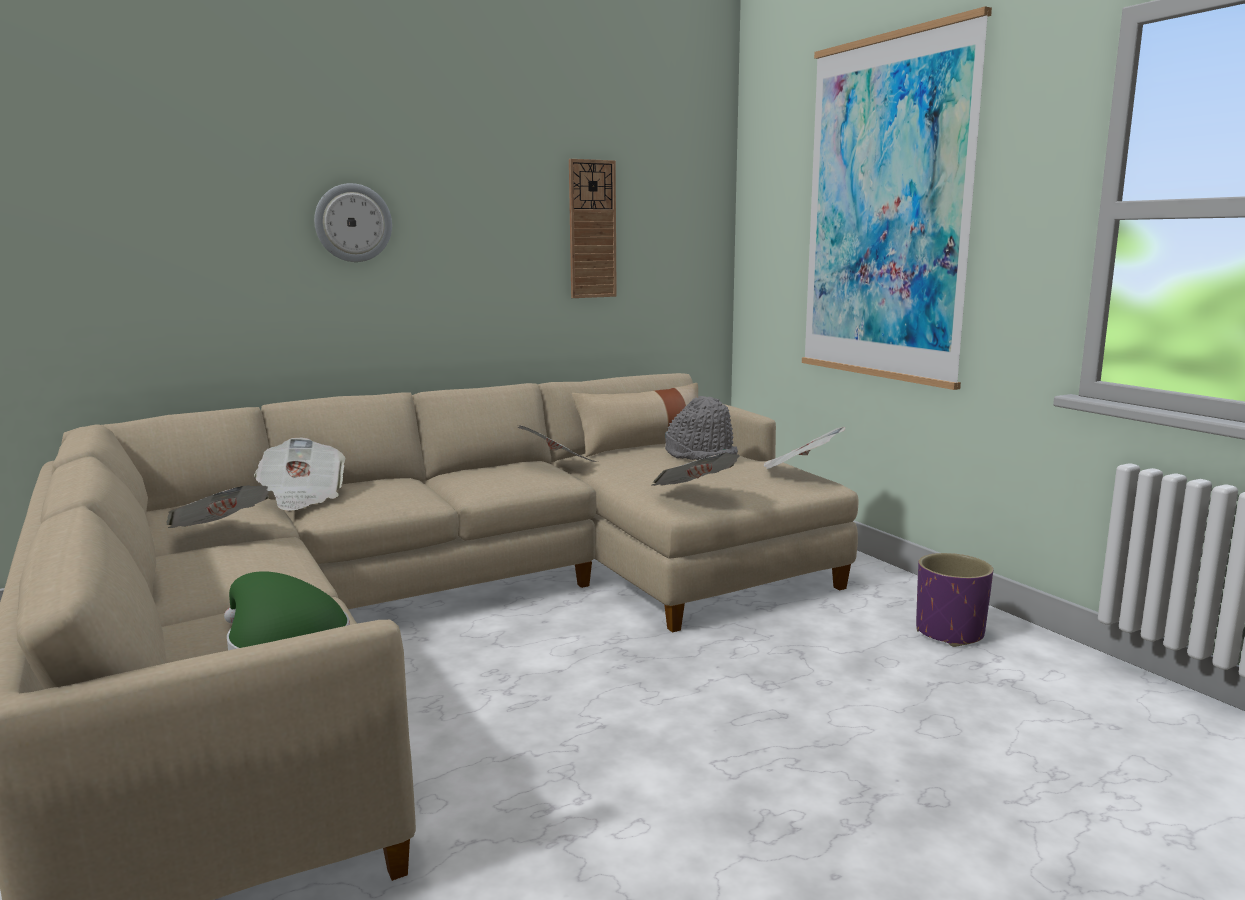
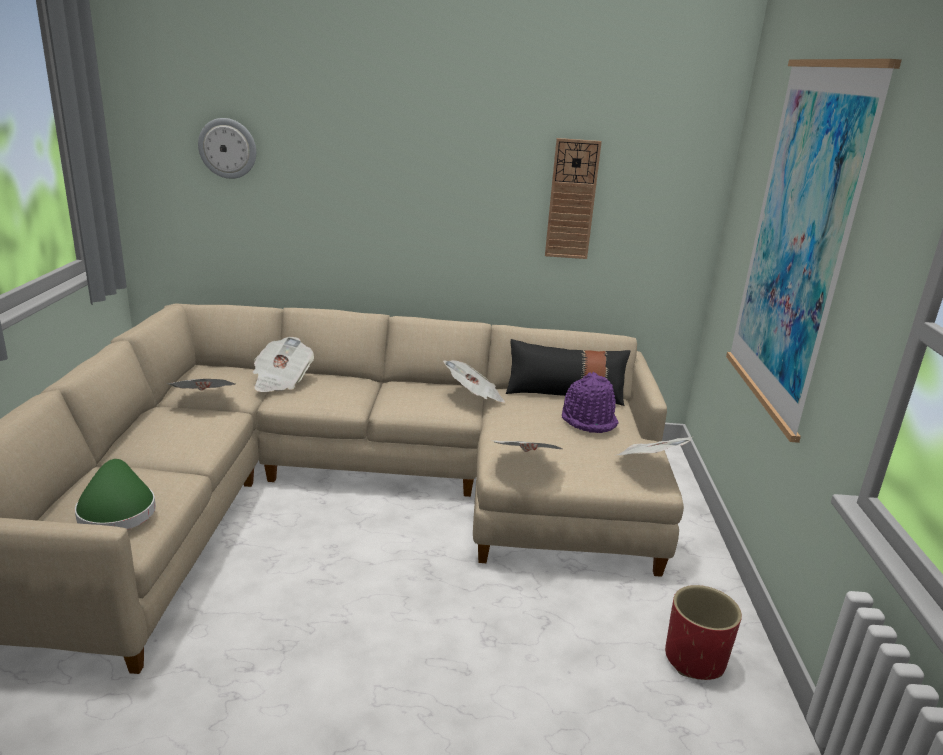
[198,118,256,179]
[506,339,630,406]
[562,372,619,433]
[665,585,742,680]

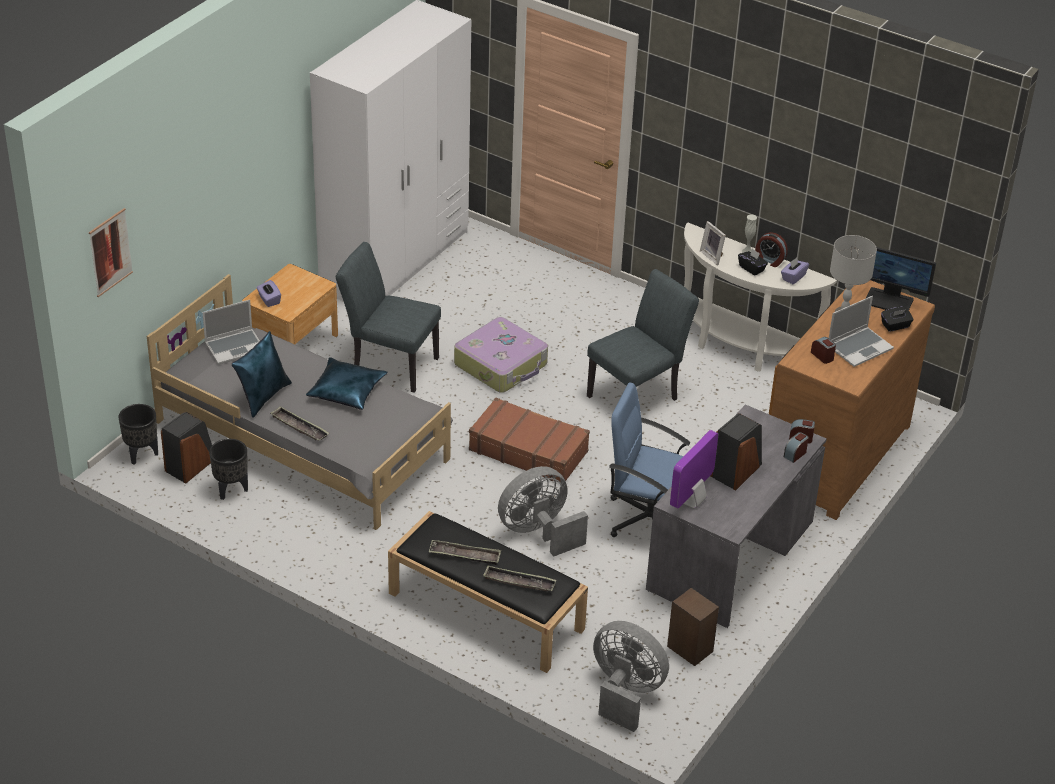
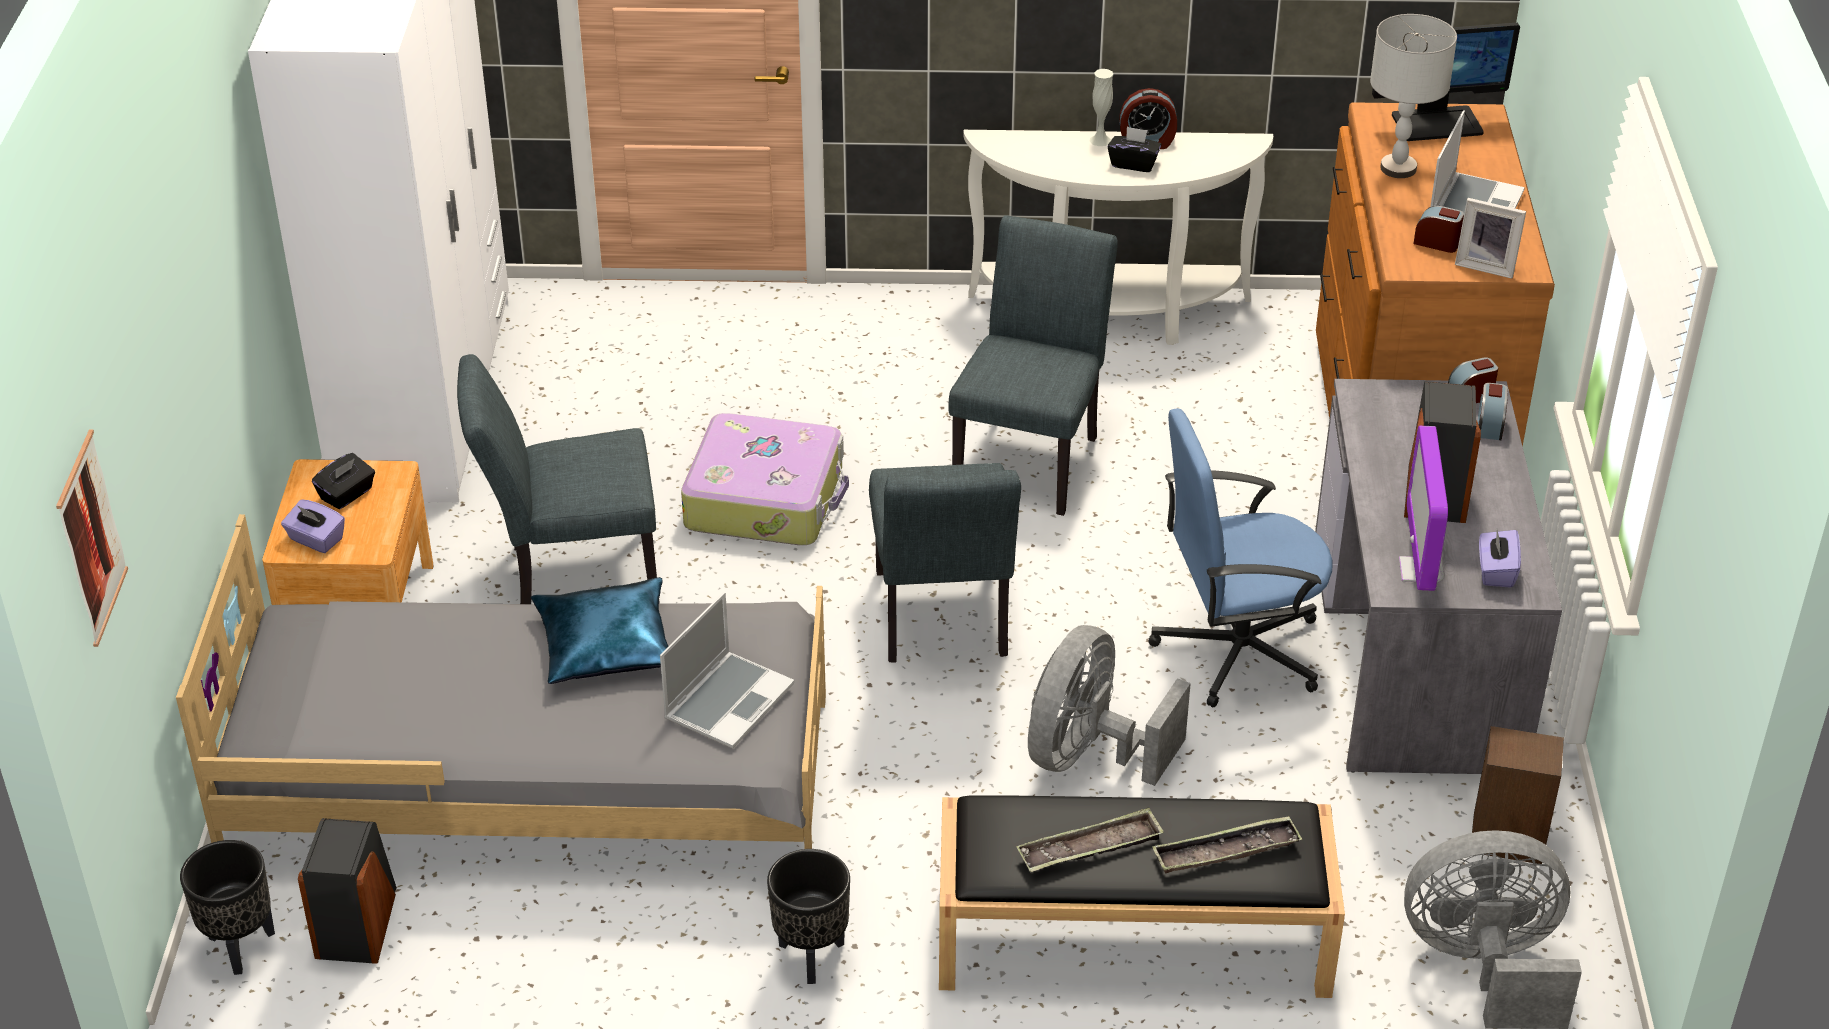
[660,592,795,749]
[767,849,850,984]
[232,331,292,418] (first image)
[270,406,329,441] (first image)
[869,463,1021,663]
[1455,198,1526,279]
[1479,530,1521,588]
[312,453,375,509]

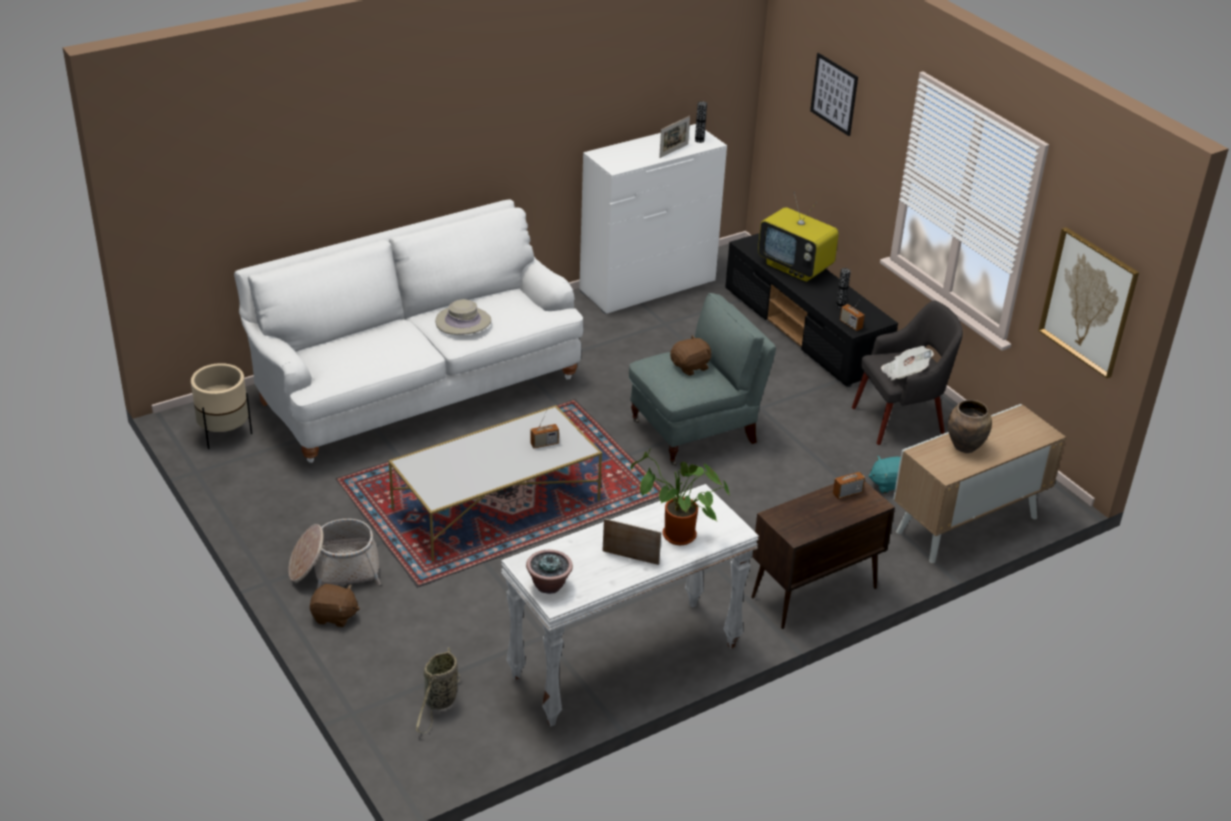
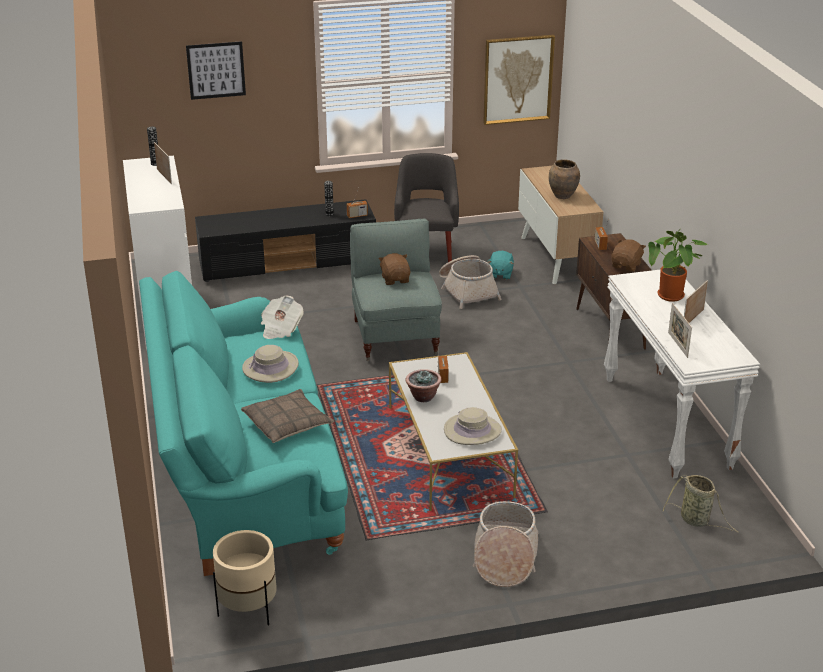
[139,271,348,576]
[611,239,646,272]
[406,369,442,402]
[758,192,839,282] (first image)
[261,296,304,339]
[241,389,334,443]
[439,255,502,309]
[444,407,502,445]
[668,303,692,358]

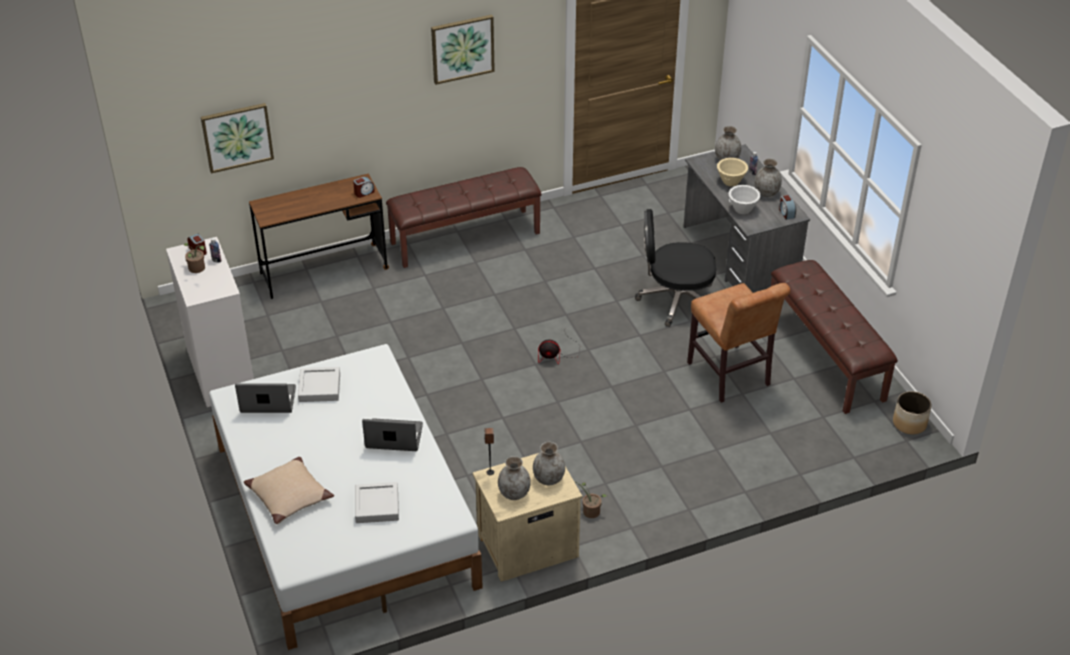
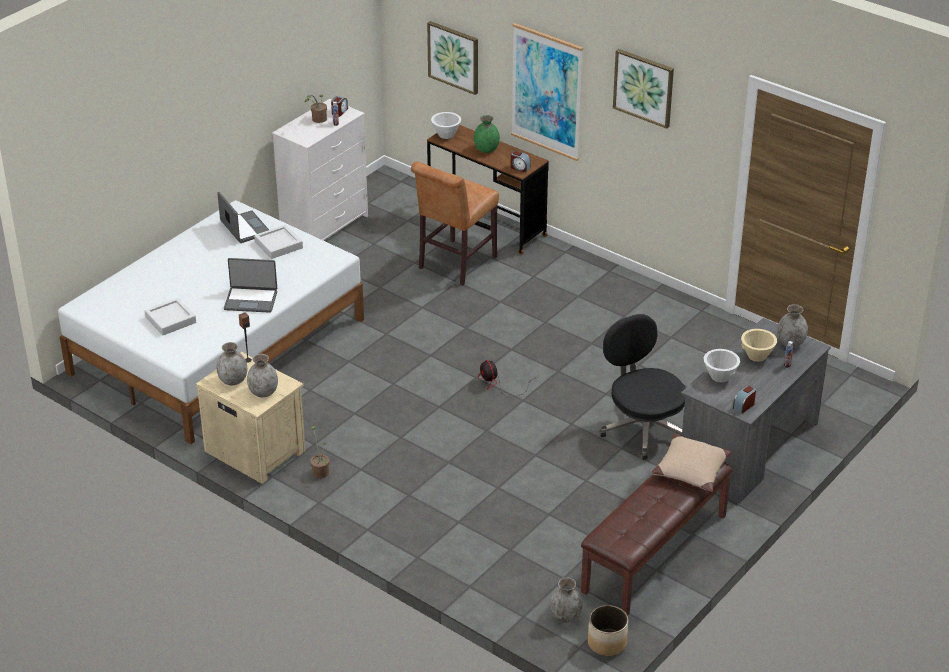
[652,433,731,492]
[224,258,277,313]
[386,167,542,268] (first image)
[411,161,499,286]
[550,578,583,623]
[431,112,461,139]
[474,115,500,153]
[511,23,583,161]

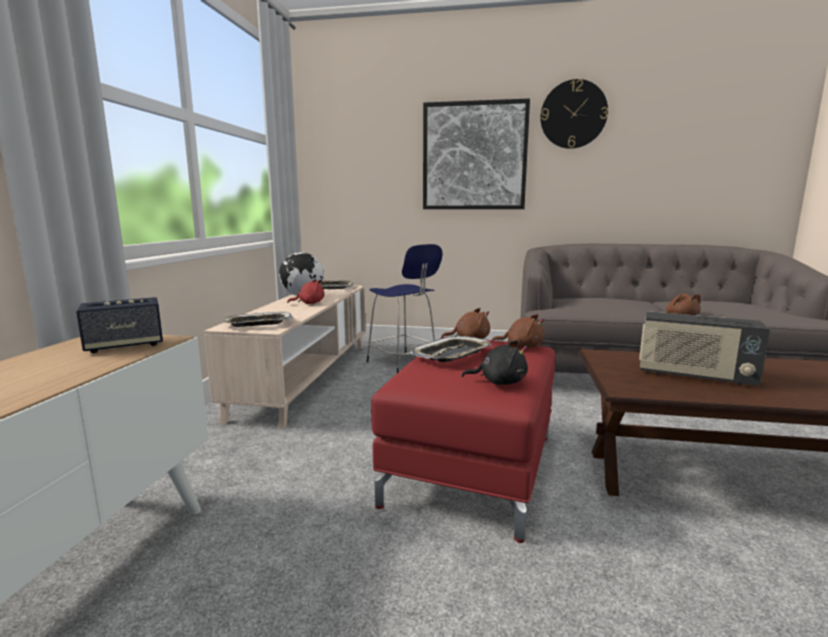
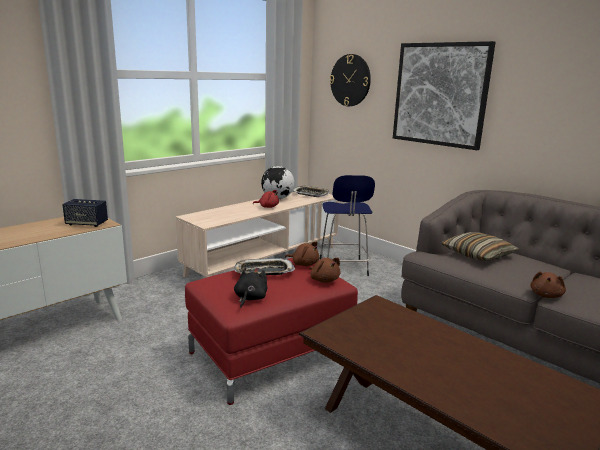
[222,312,293,327] (first image)
[234,267,267,308]
[330,54,371,106]
[639,311,770,386] (first image)
[441,232,519,261]

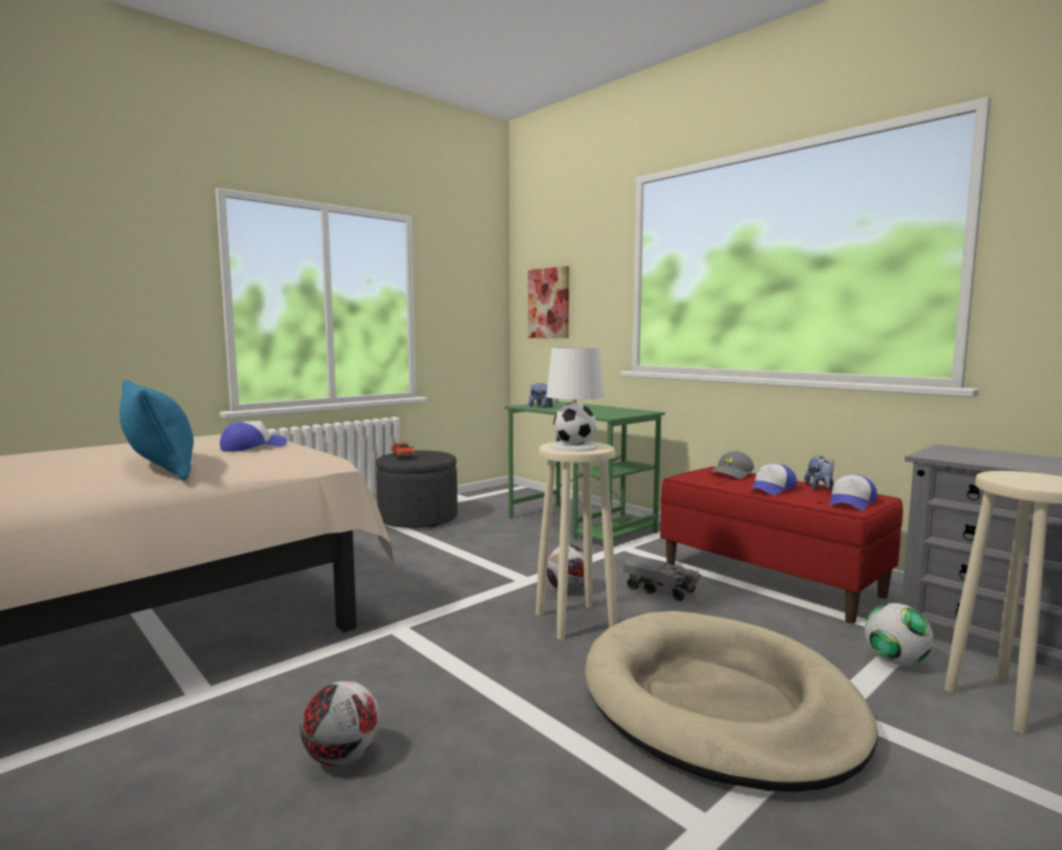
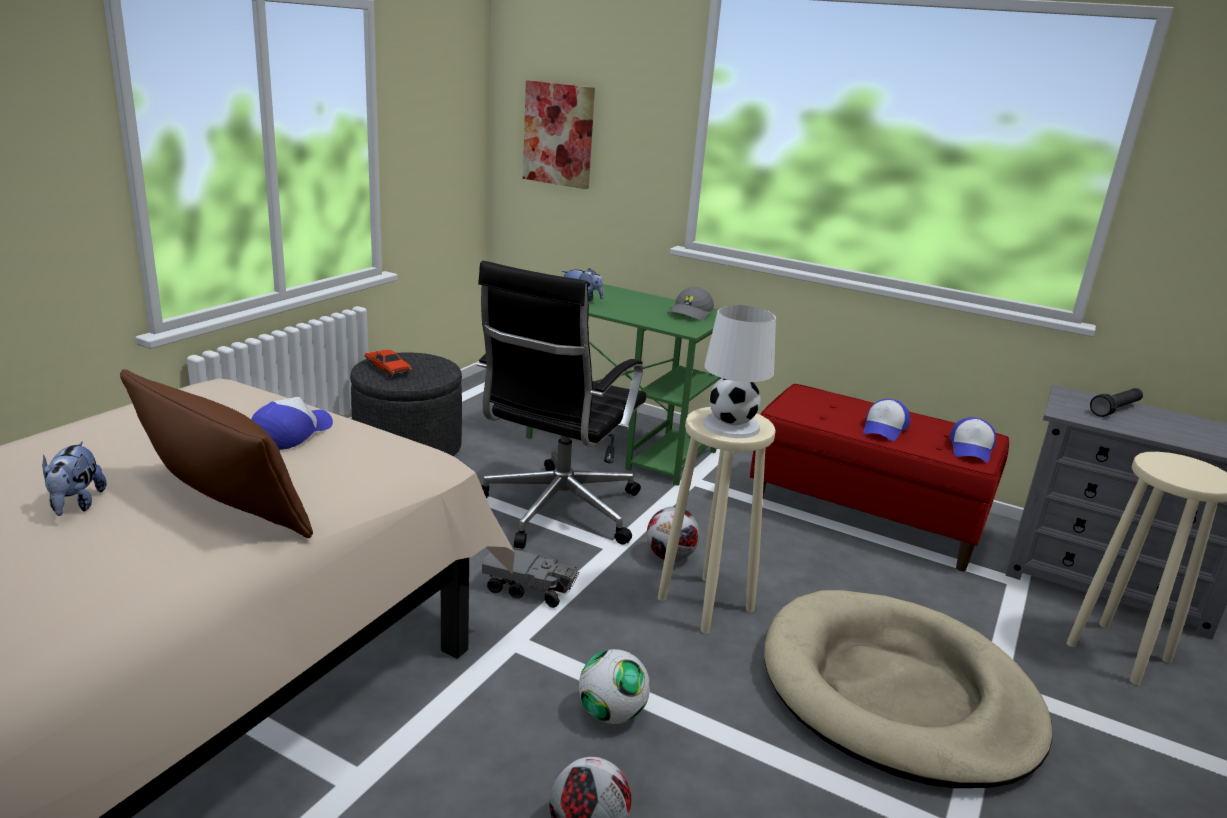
[120,369,313,538]
[482,549,579,608]
[667,287,714,321]
[43,441,107,516]
[579,649,650,724]
[477,261,647,549]
[1090,388,1143,417]

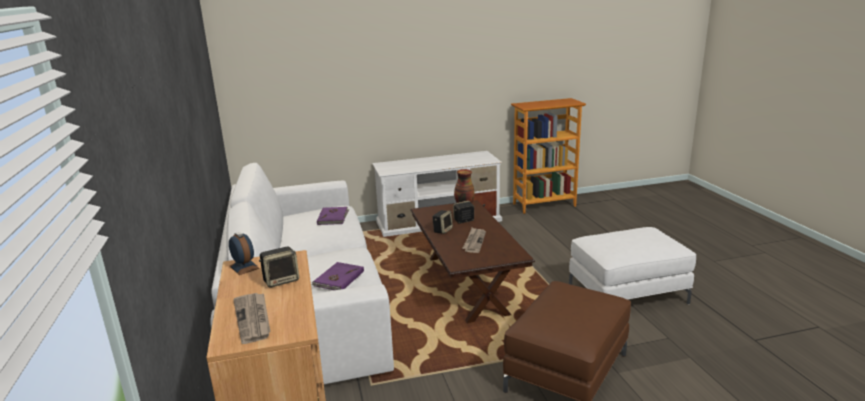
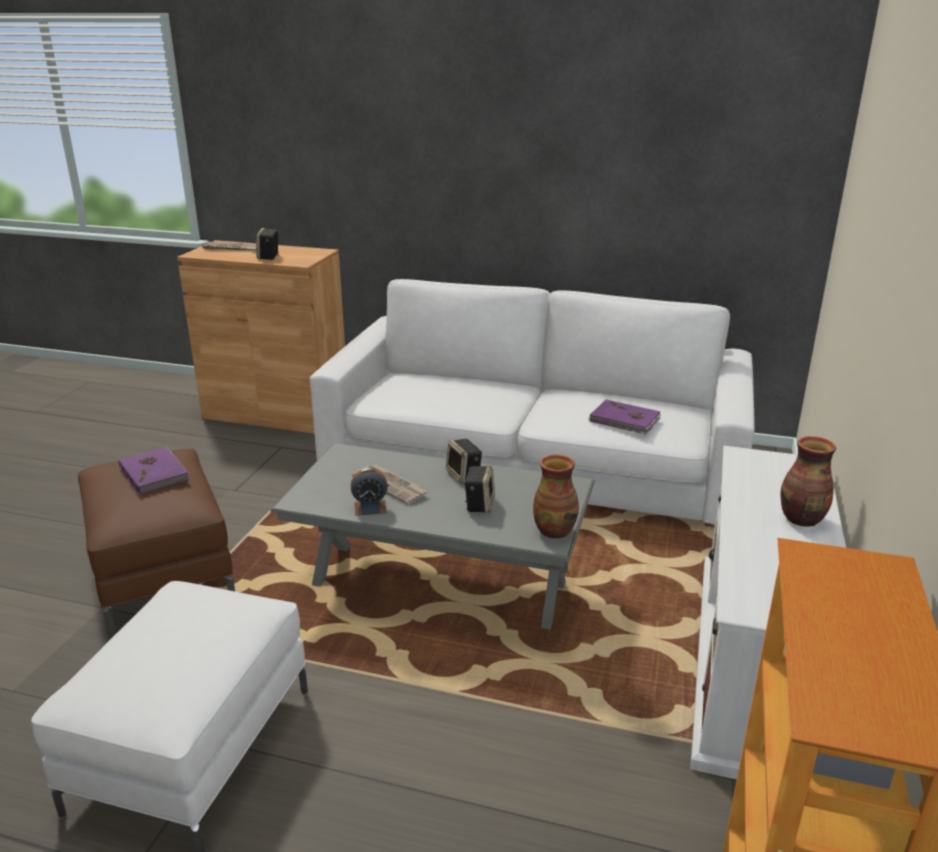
[351,468,388,516]
[119,447,189,495]
[270,443,595,629]
[780,436,836,526]

